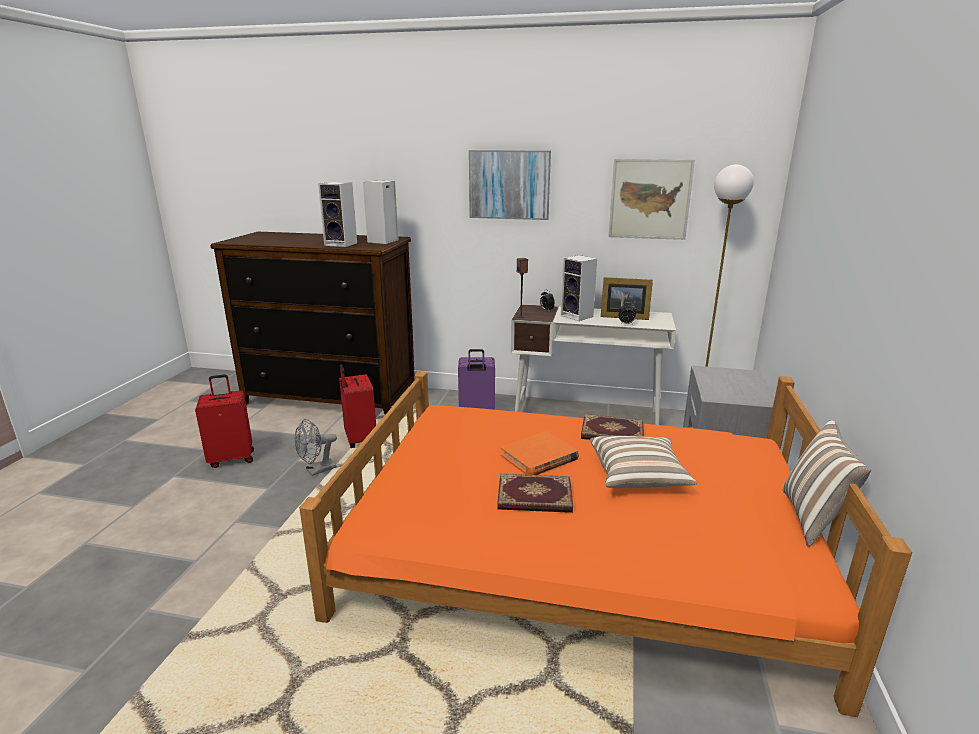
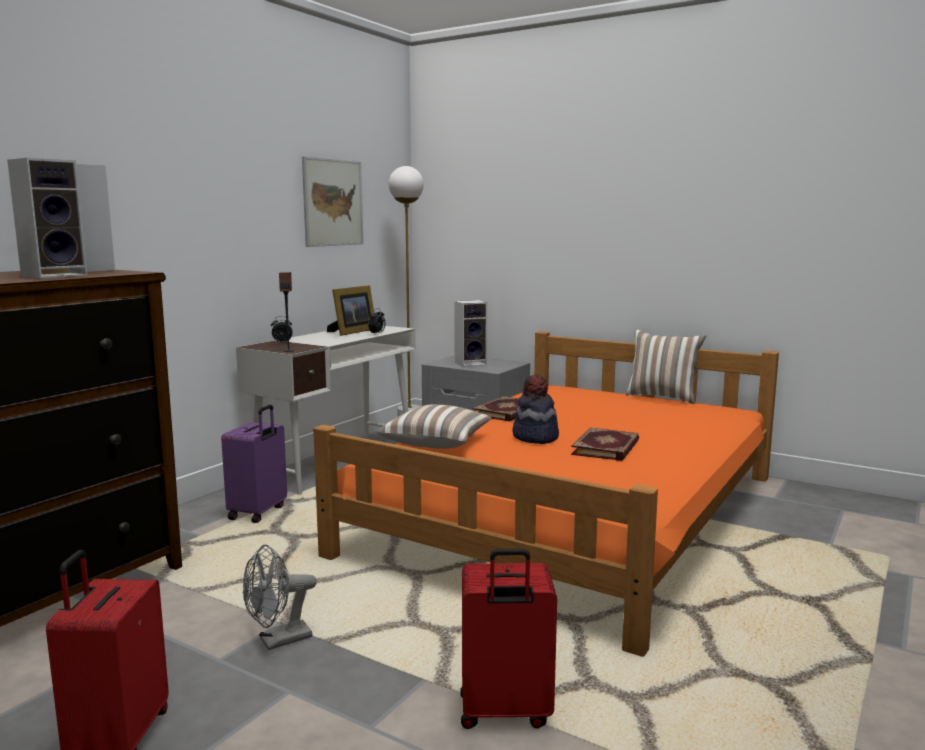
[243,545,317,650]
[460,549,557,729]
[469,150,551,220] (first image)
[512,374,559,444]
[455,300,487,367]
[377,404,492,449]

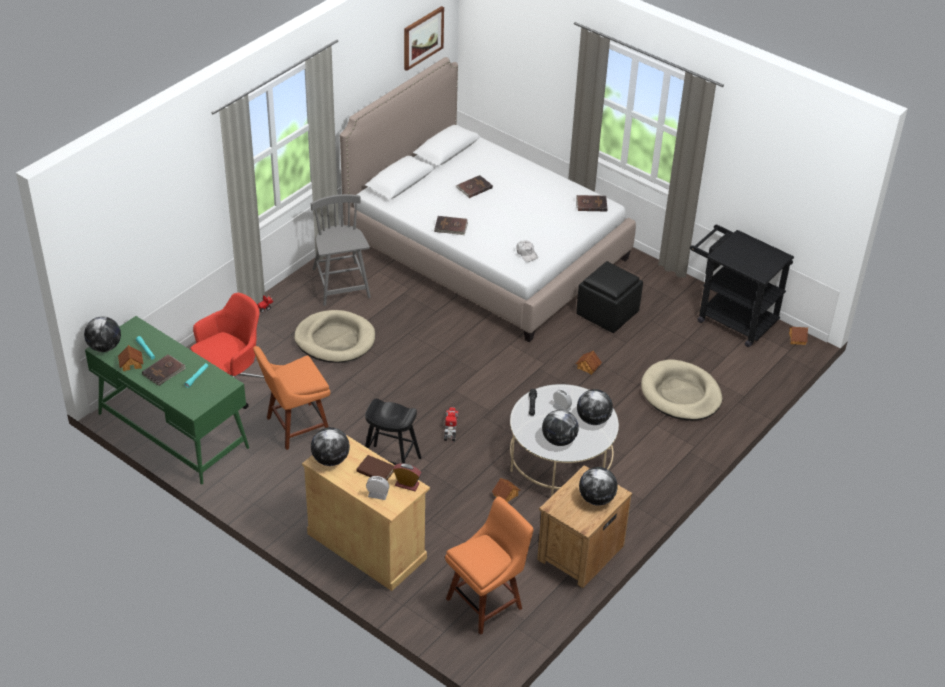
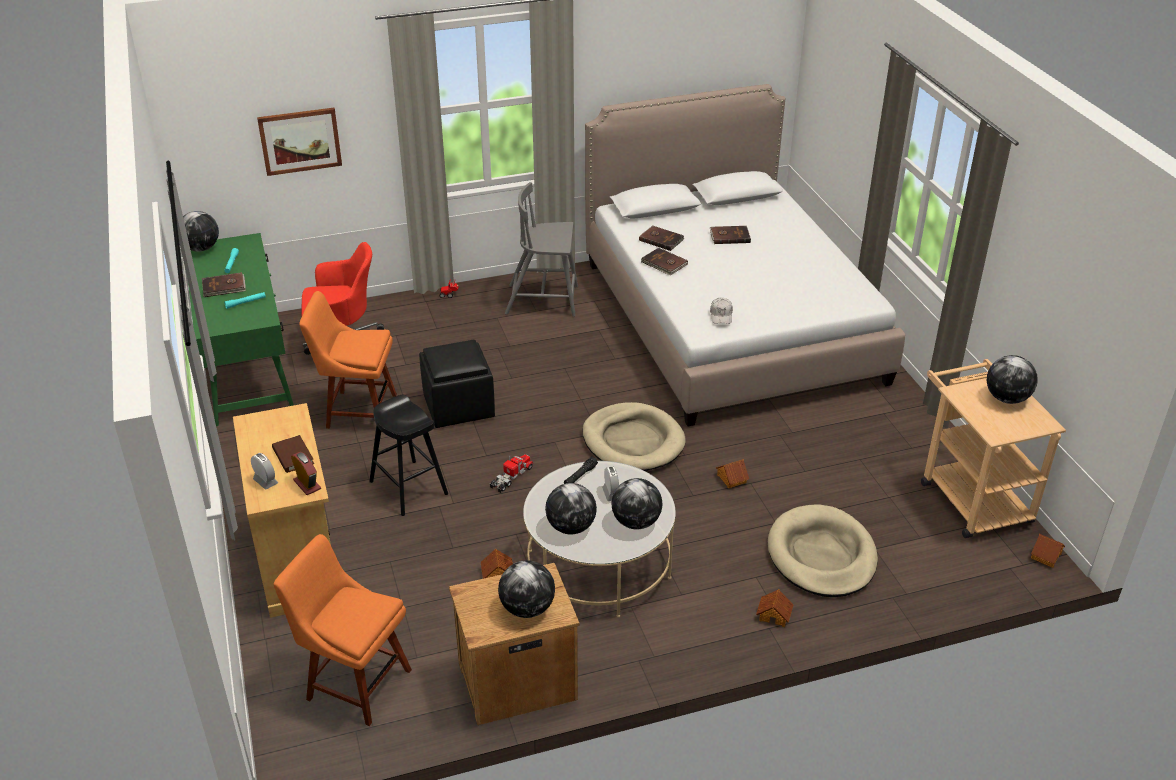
[756,589,793,627]
[582,402,686,471]
[505,182,578,317]
[987,355,1038,404]
[257,108,342,176]
[274,534,412,726]
[639,226,685,251]
[419,340,495,428]
[921,359,1066,538]

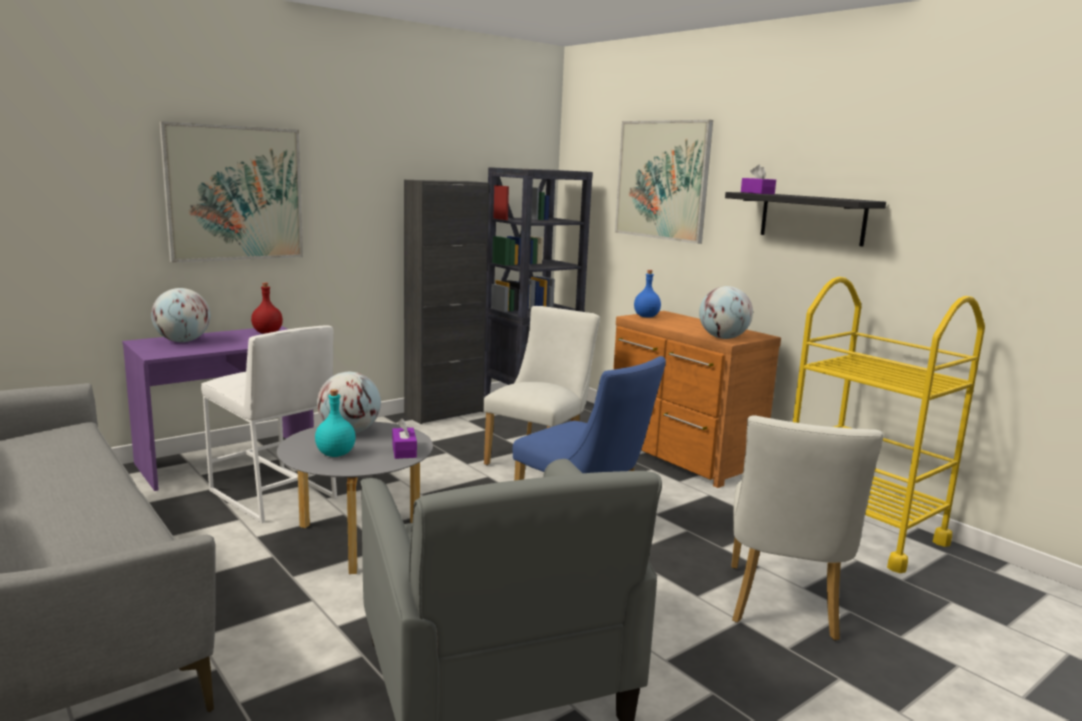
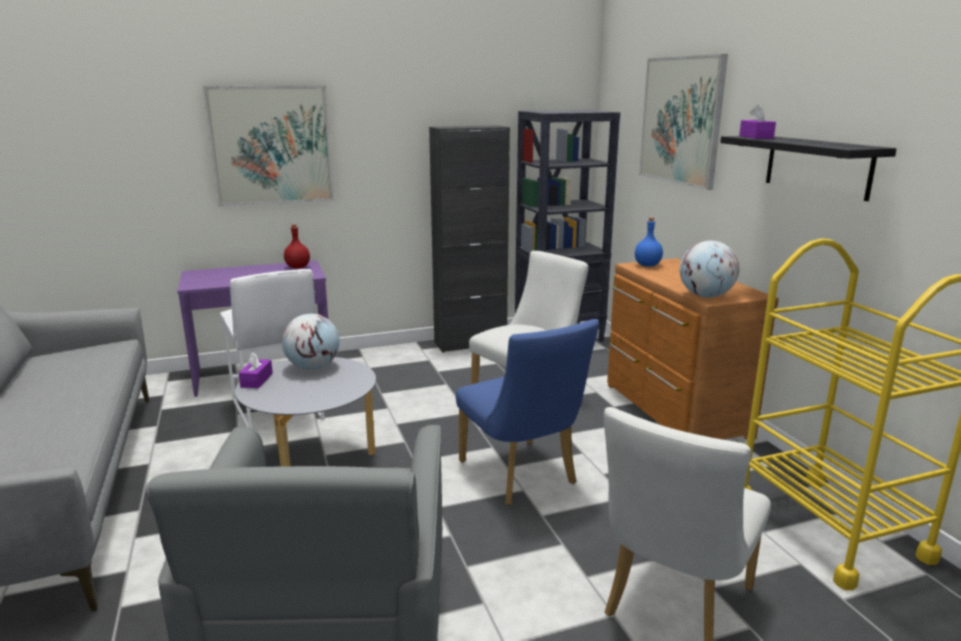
[151,288,210,342] (first image)
[315,389,356,457] (first image)
[239,352,273,388]

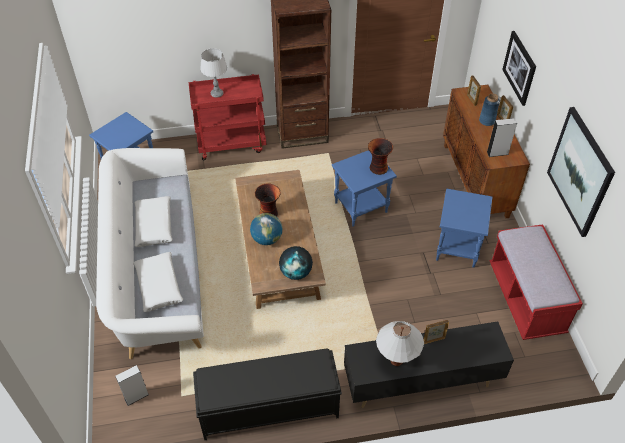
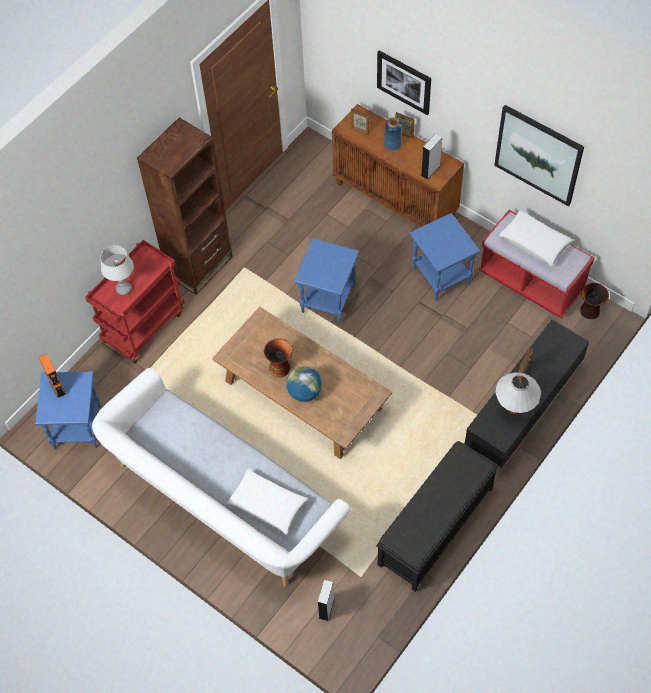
[499,210,573,267]
[279,246,313,280] (first image)
[580,283,609,319]
[39,354,66,398]

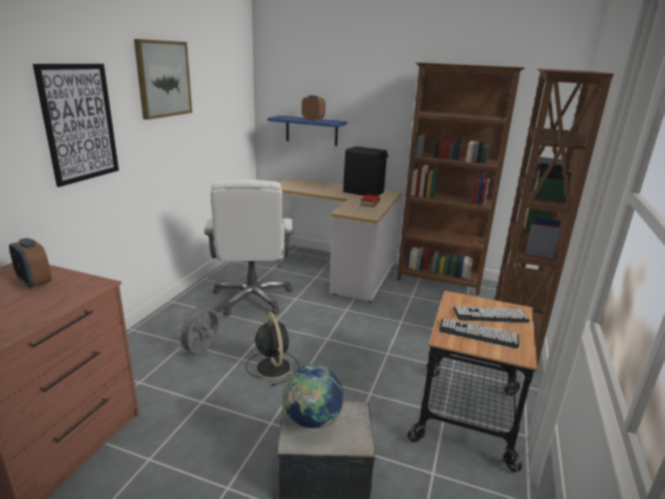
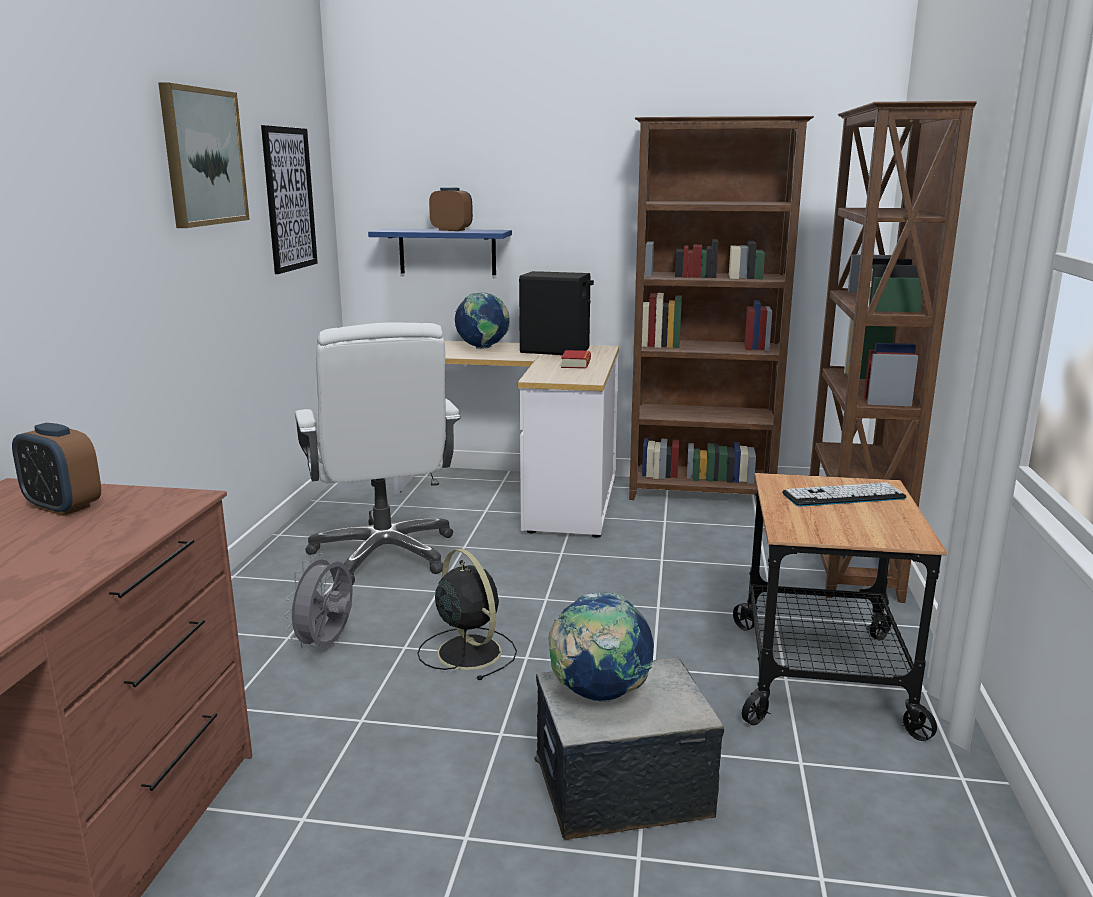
[261,125,318,274]
[439,318,519,348] (first image)
[455,292,510,349]

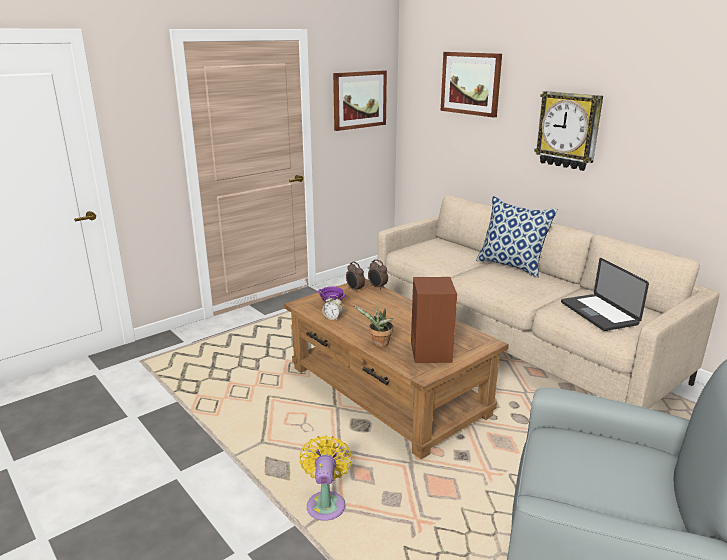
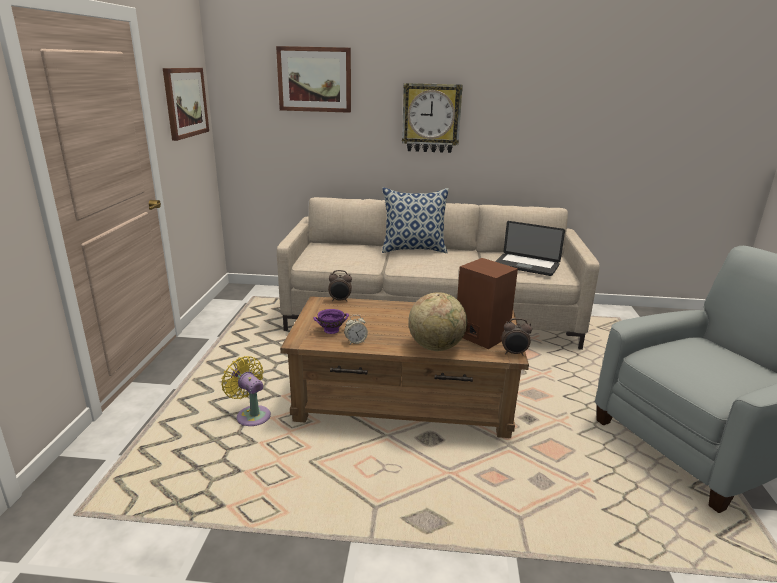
[221,356,271,426]
[502,318,532,356]
[408,292,467,351]

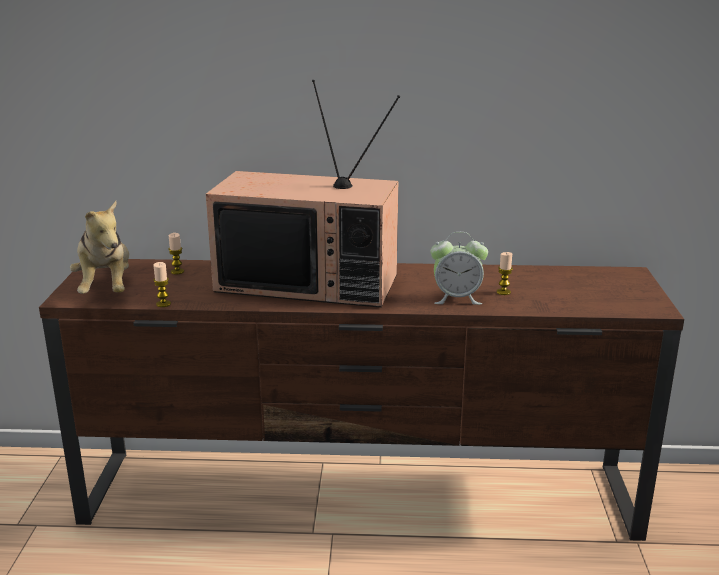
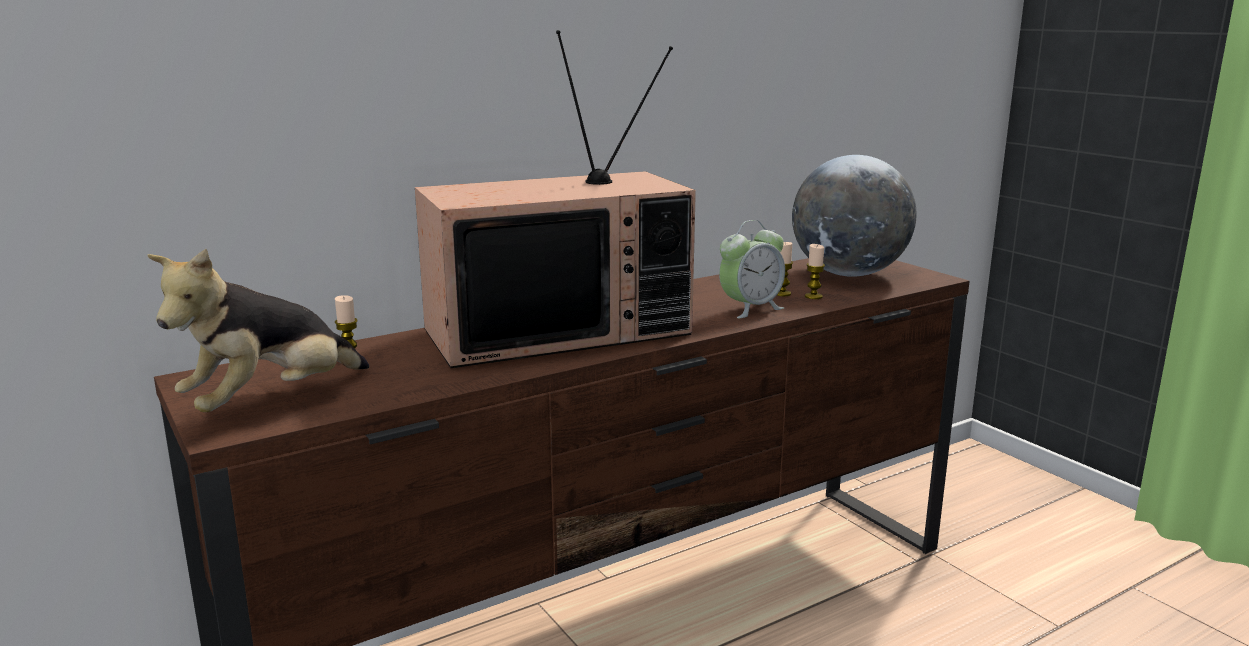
[147,249,369,412]
[805,244,825,299]
[792,155,917,277]

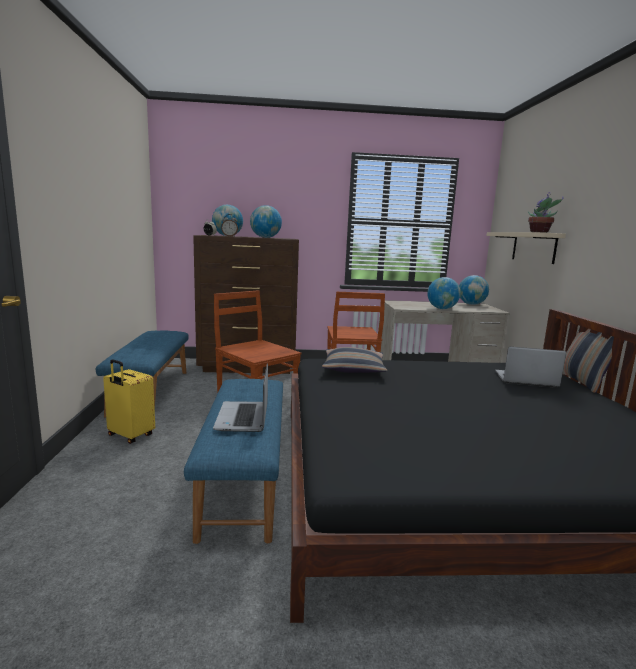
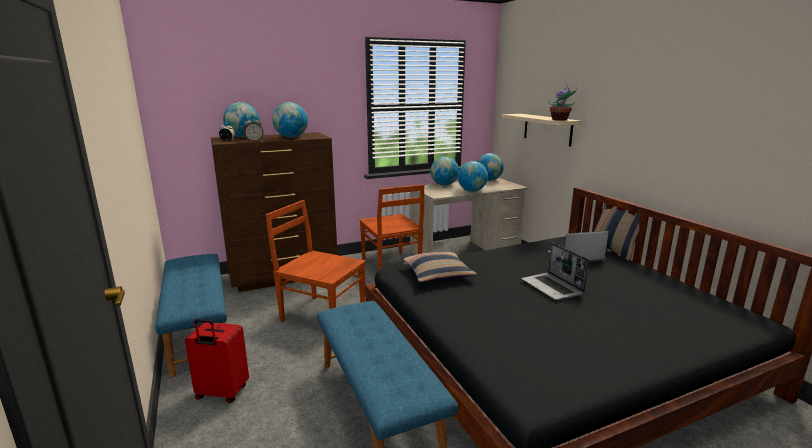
[185,319,249,403]
[522,243,589,300]
[430,157,459,185]

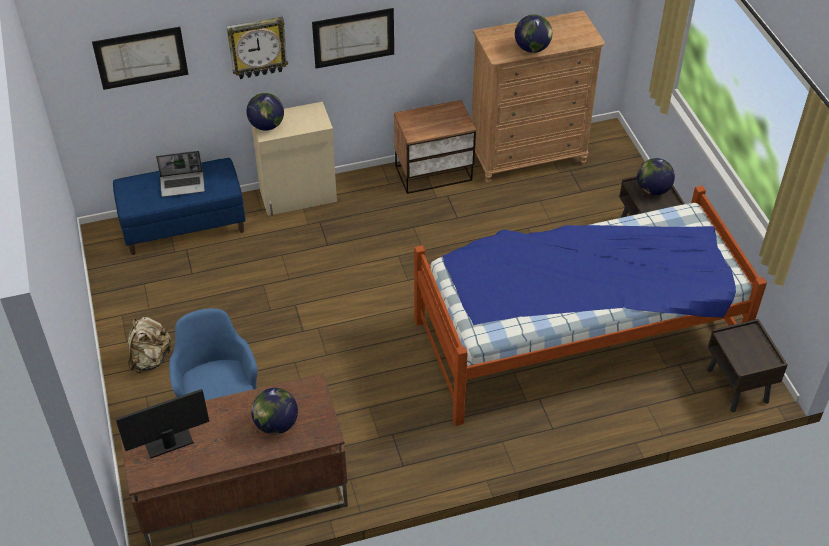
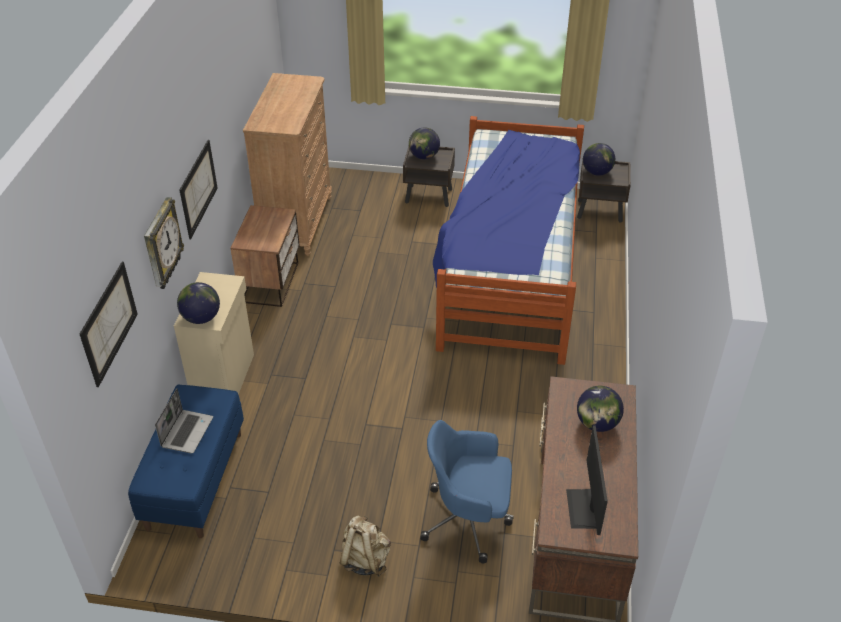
[583,143,615,176]

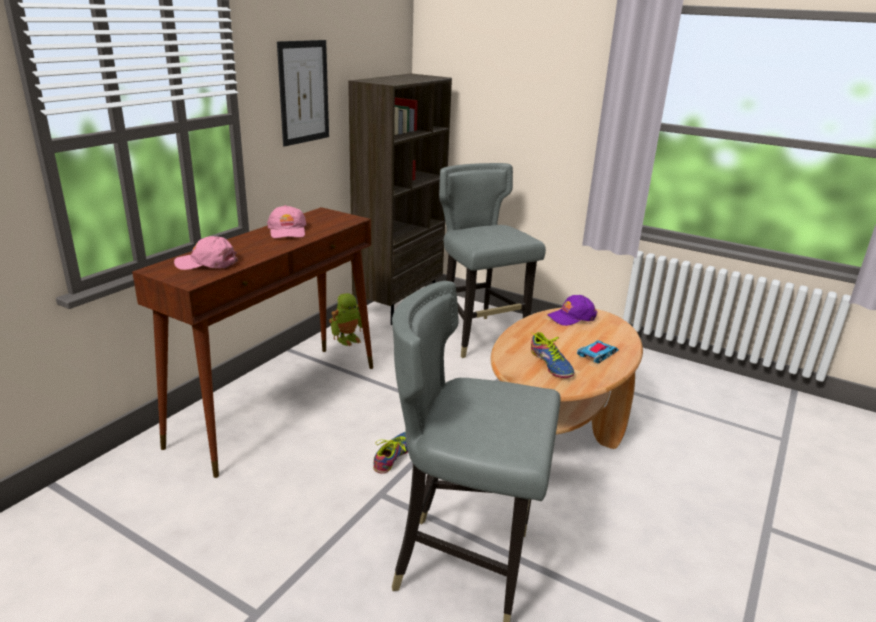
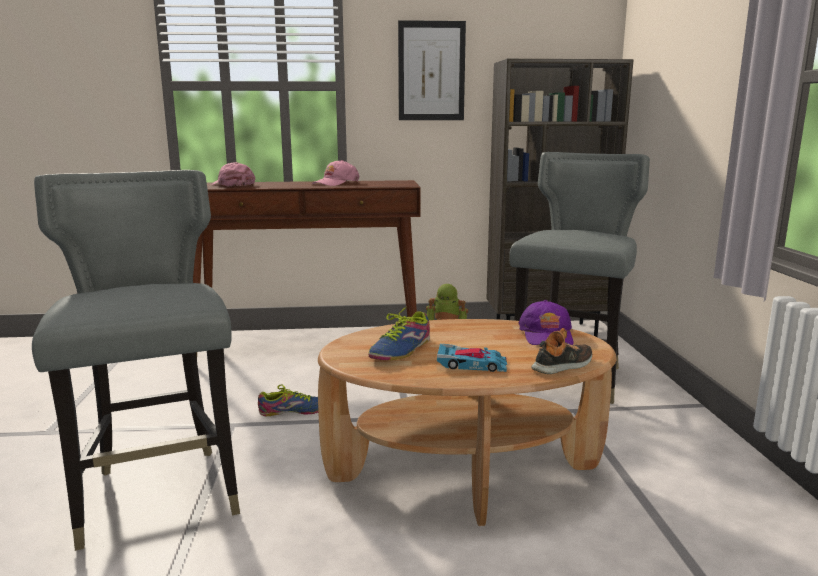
[519,300,574,345]
[531,328,592,374]

